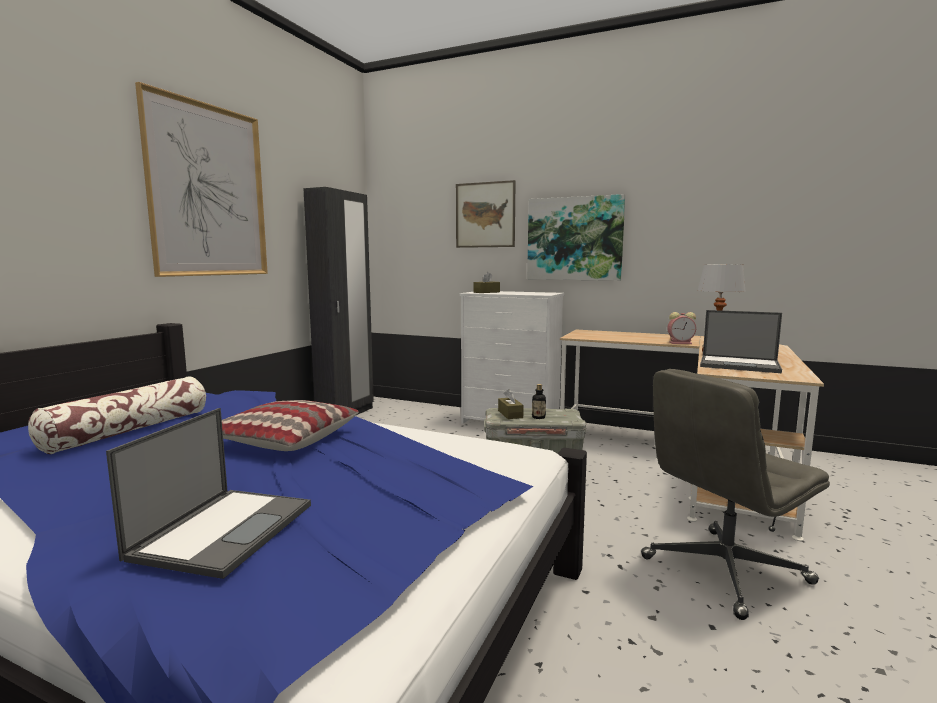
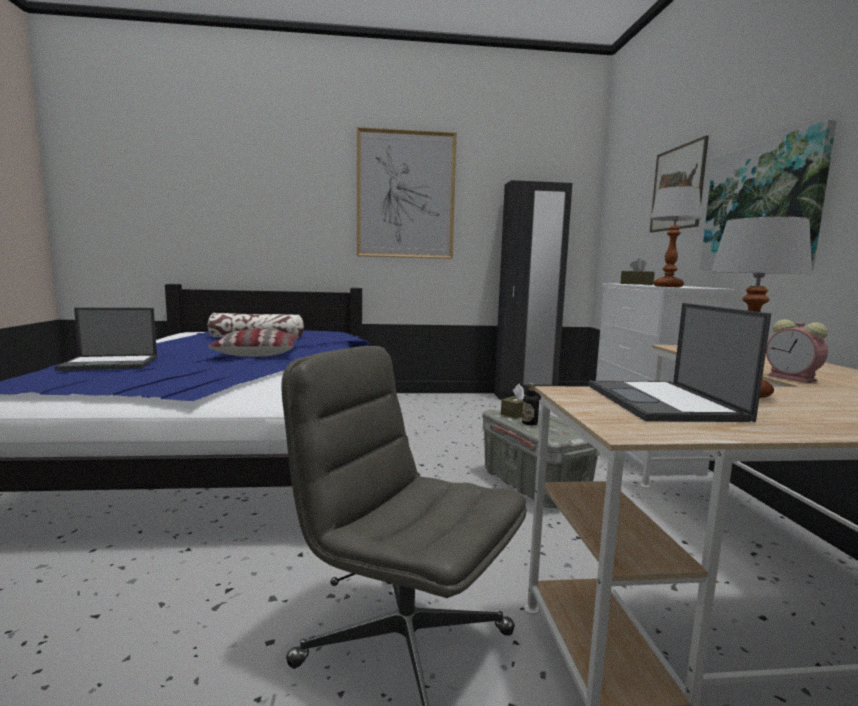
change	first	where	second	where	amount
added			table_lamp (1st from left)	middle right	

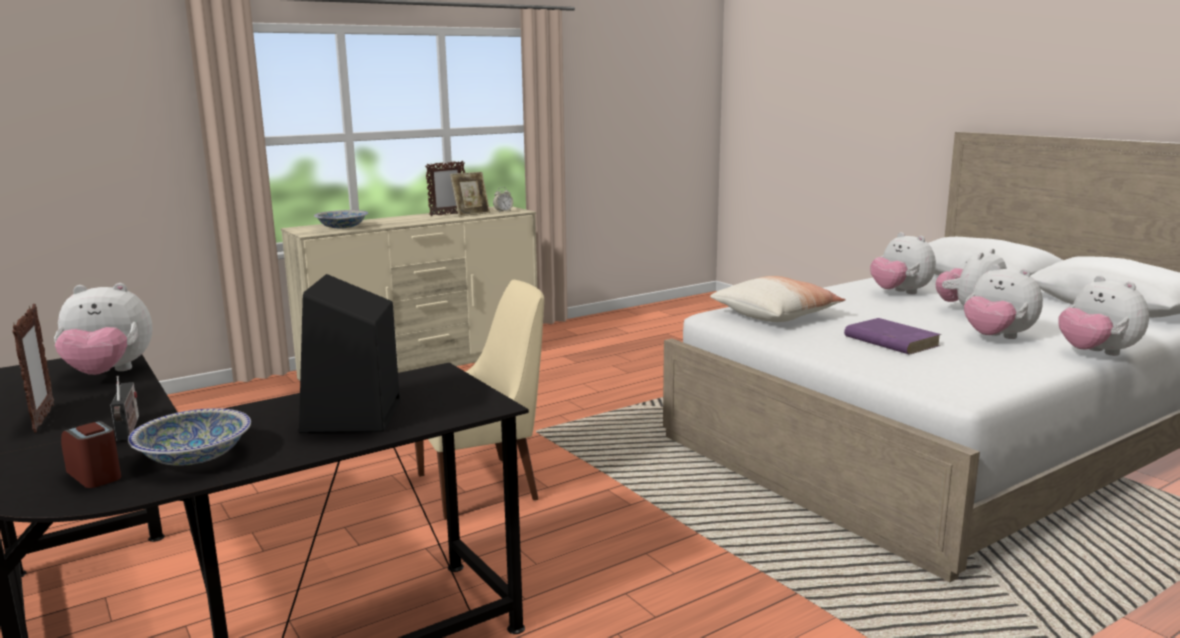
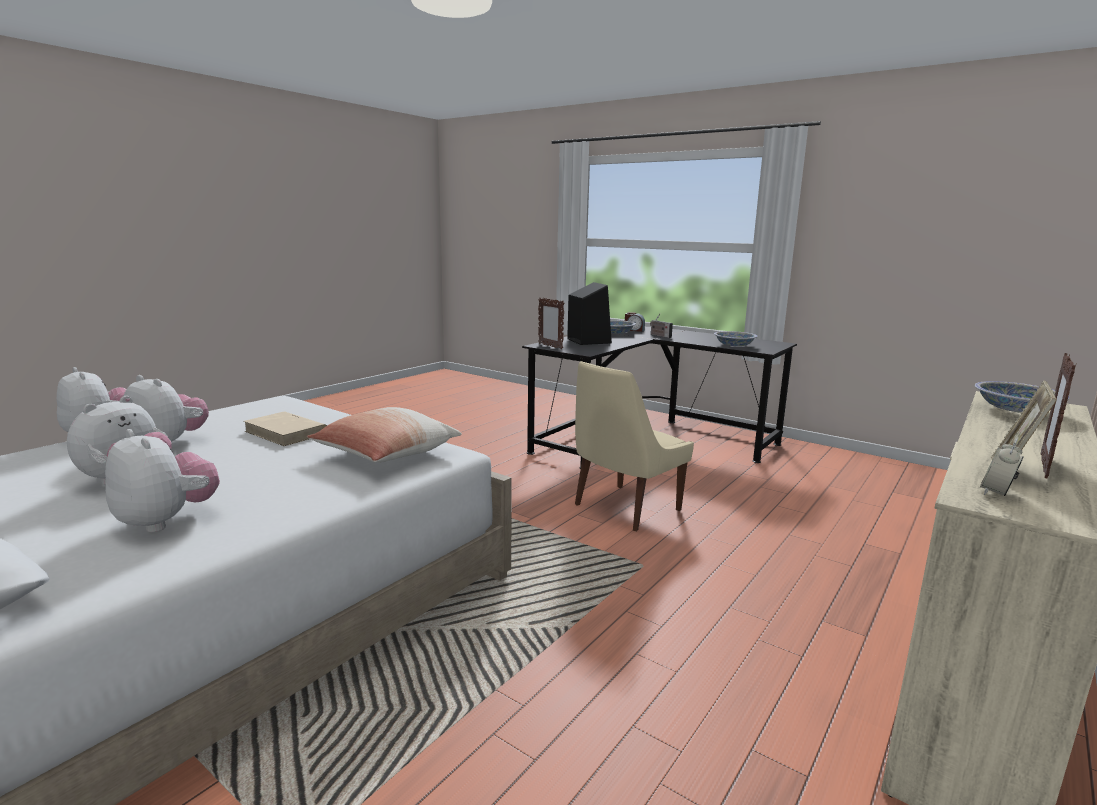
change	first	where	second	where	amount
recoloured	purple-coloured_volume	middle right	beige_volume	middle left	
moved	picture_frame (1st from left)	middle left		centre	
replaced	cuddly_toy (1st from left)	middle left	deep_dish (2nd from left)	middle right	

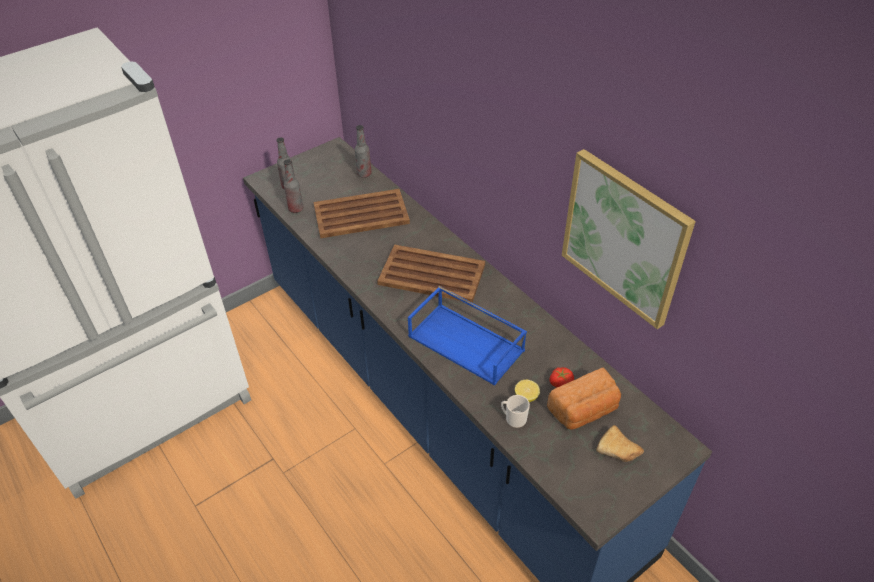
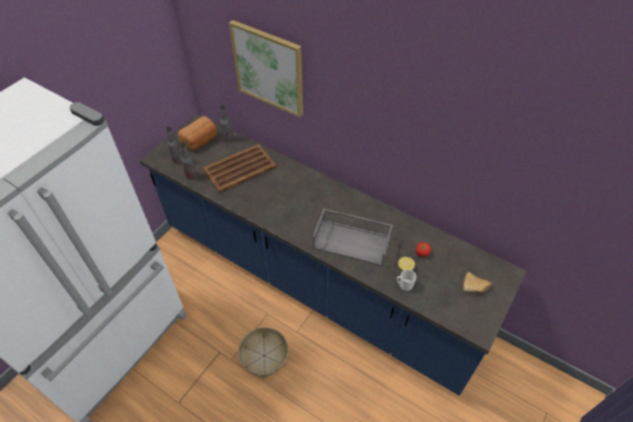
change	first	where	second	where	amount
moved	bakery_bread (1st from left)	bottom right		top left	
moved	picture	middle right		top centre	
added			basket	bottom centre	
recoloured	bluish_carrying_tray	centre	grey_carrying_tray	centre	
removed	brownish_carrying_tray (2nd from left)	centre			

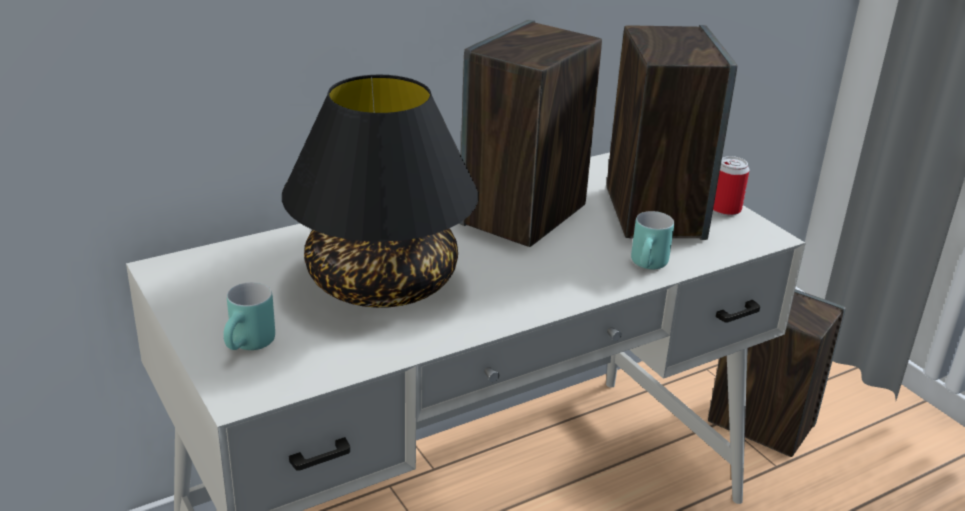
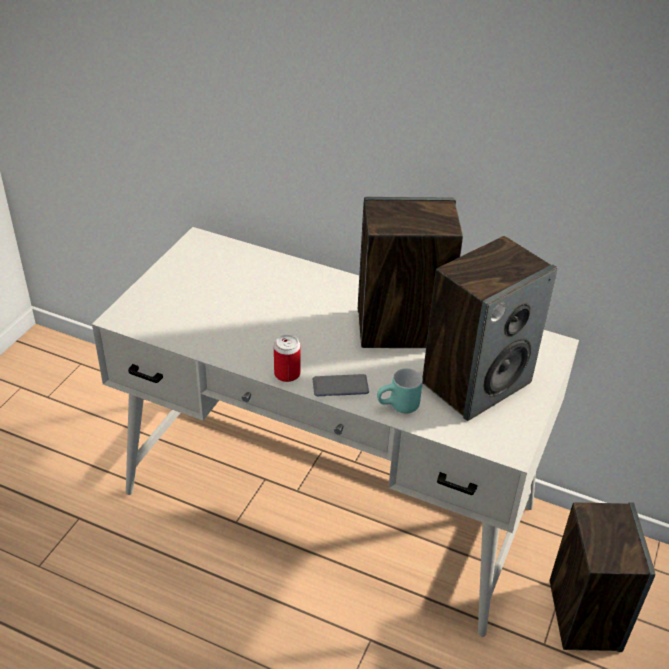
change	first	where	second	where	amount
moved	metal_can	middle right		centre	
added			handset	centre	
removed	turquoise_tea_mug (1st from left)	middle left			
removed	blackish_table_lamp	centre			

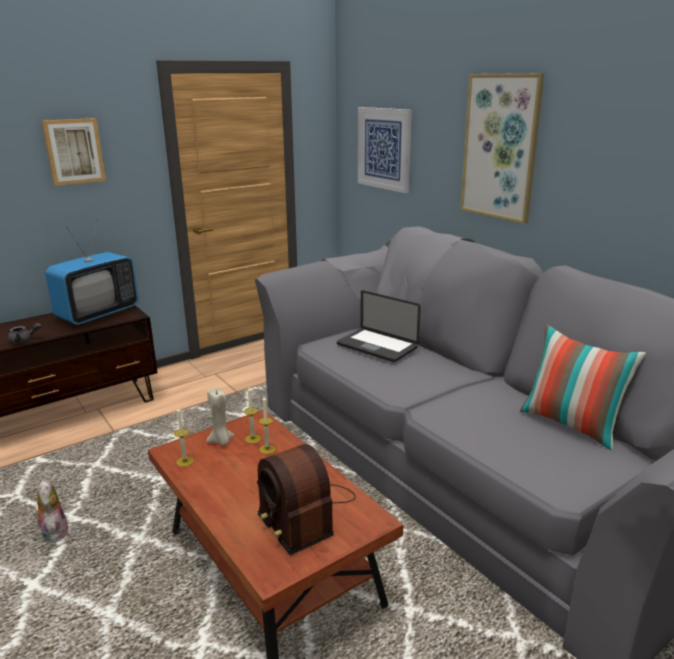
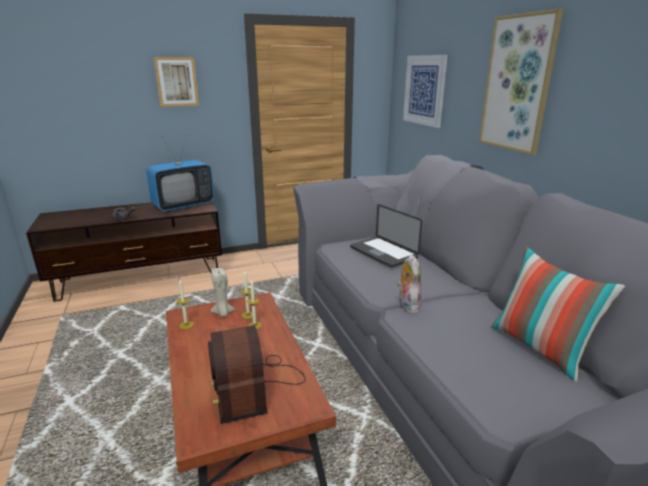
change	first	where	second	where	amount
moved	cuddly_toy	bottom left		centre	

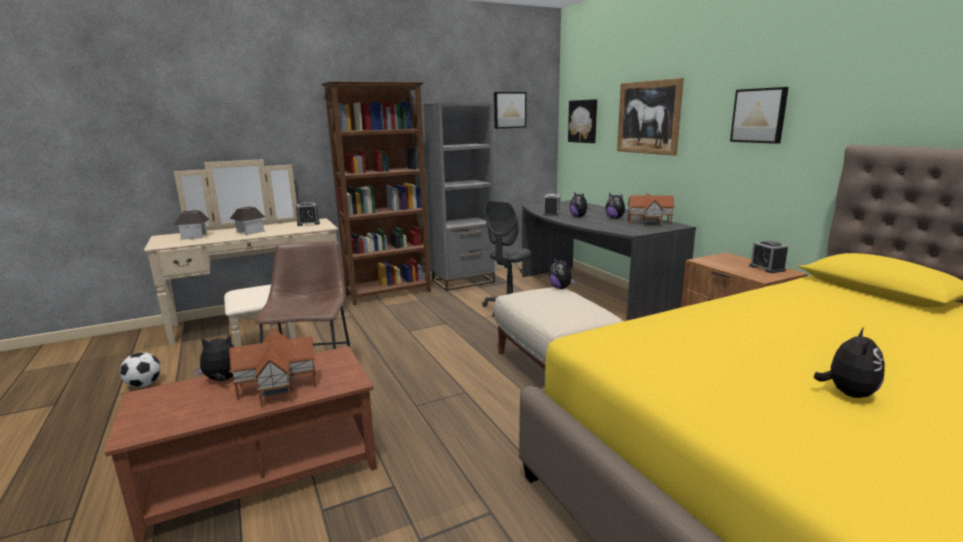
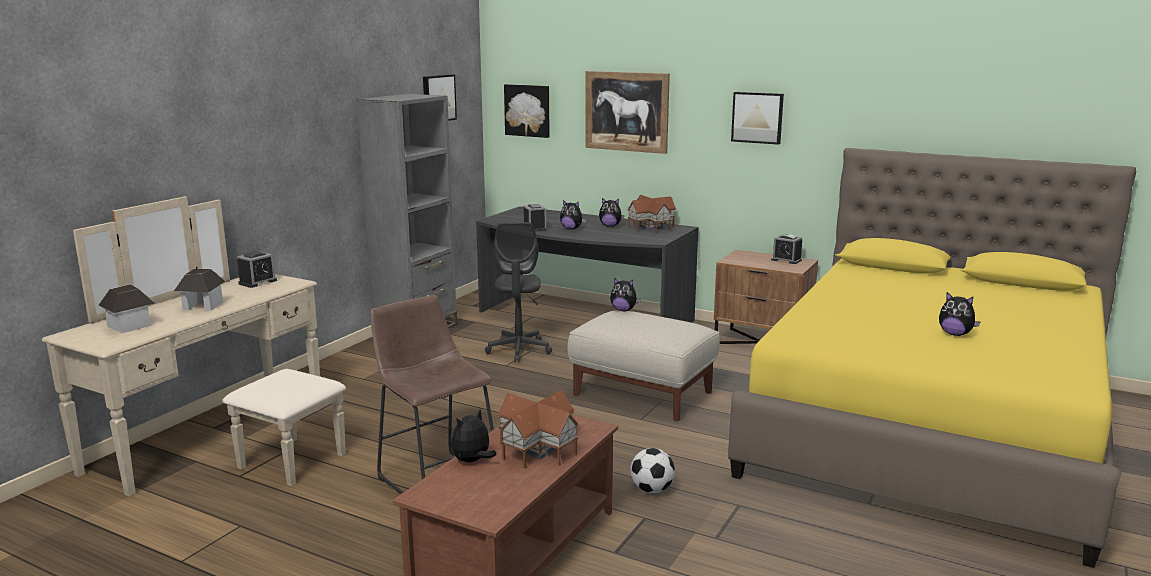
change	first	where	second	where	amount
moved	football_ball	bottom left		bottom centre	
turned	cuddly_toy (5th from left)	bottom right		middle right	135 degrees clockwise
removed	brownish_shelving_unit	centre			

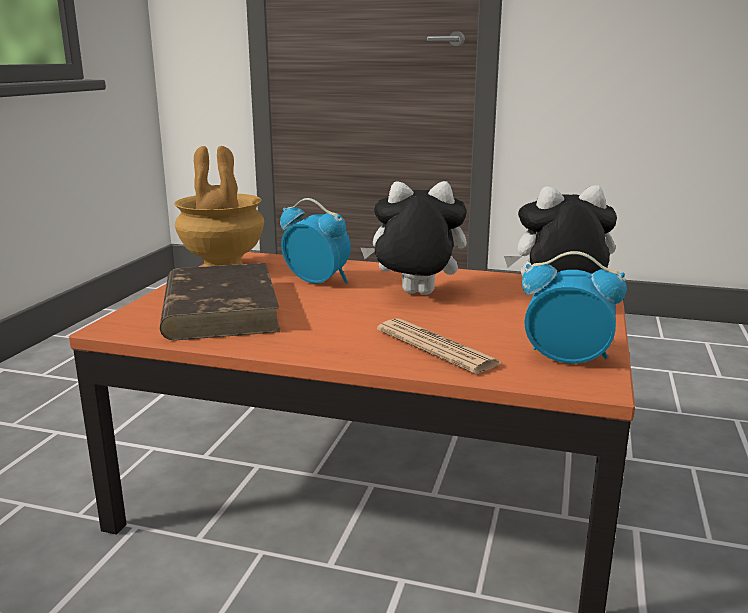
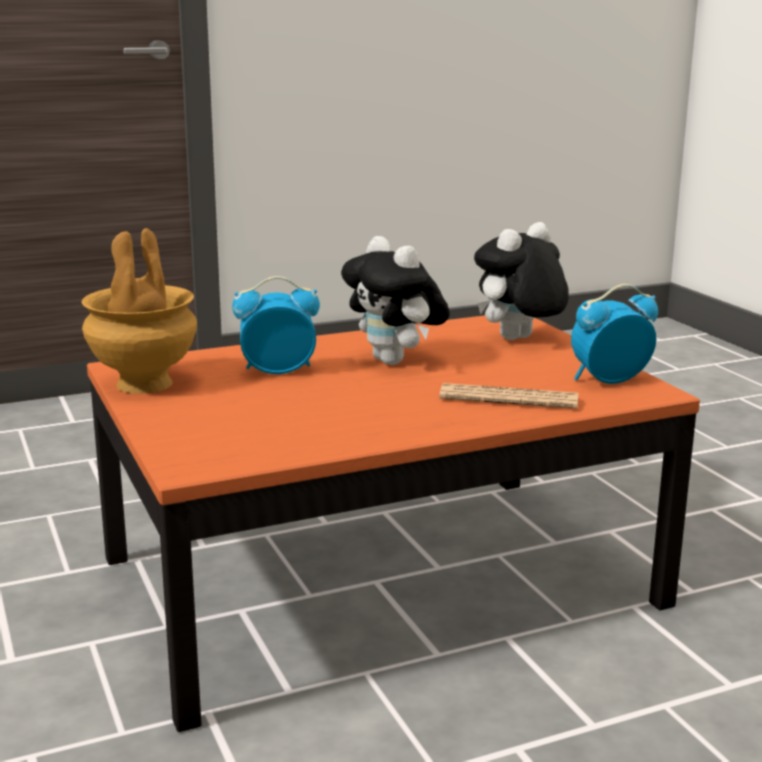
change	first	where	second	where	amount
turned	cuddly_toy (1st from left)	centre		centre	90 degrees counterclockwise
removed	brownish_volume	middle left			

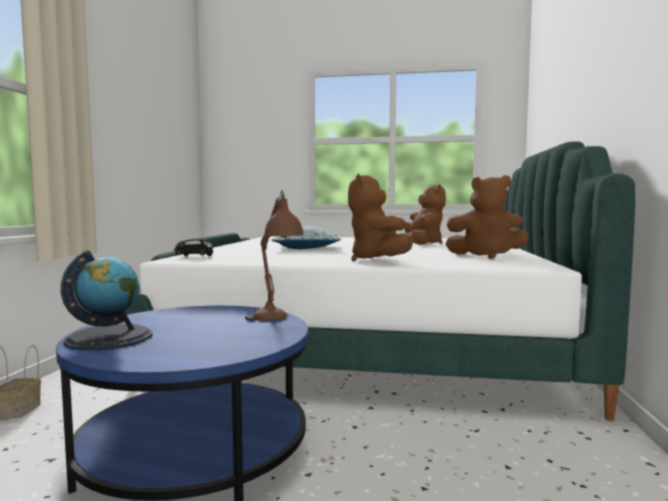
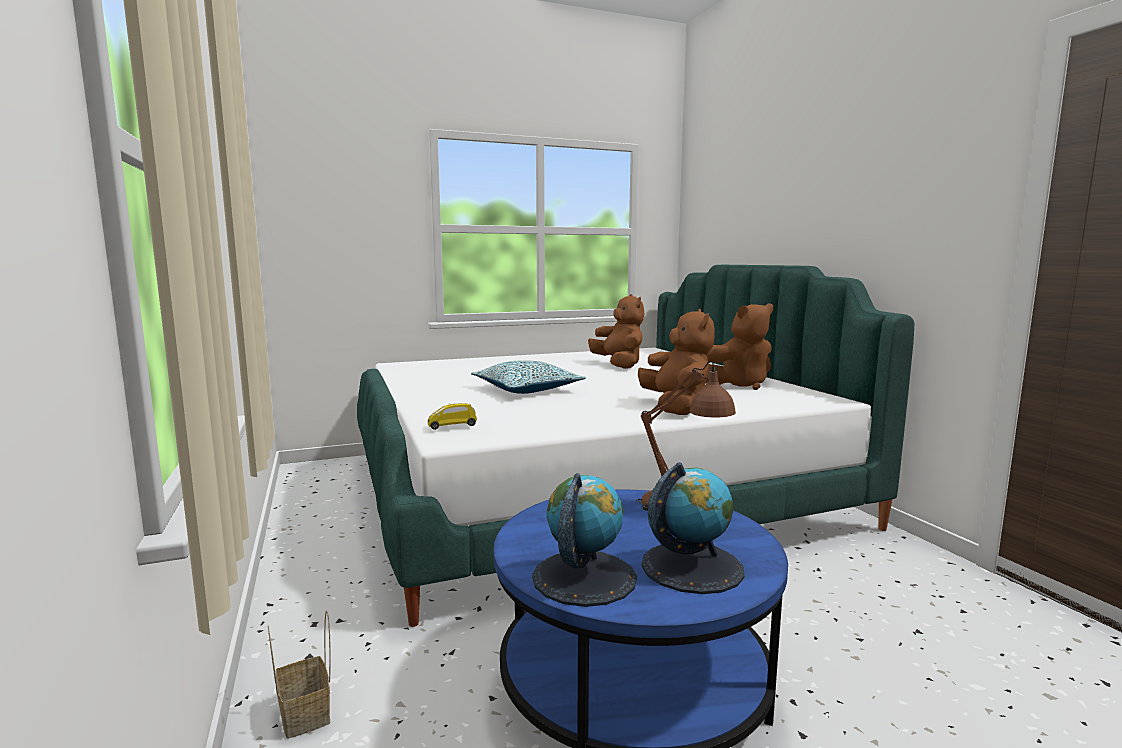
change	first	where	second	where	amount
recoloured	blackish_toy_car	middle left	yellowish_toy_car	centre	
turned	brownish_cuddly_toy (1st from left in the first image)	centre	brownish_cuddly_toy (2nd from left)	centre	150 degrees counterclockwise
added			globe (2nd from left)	bottom centre	

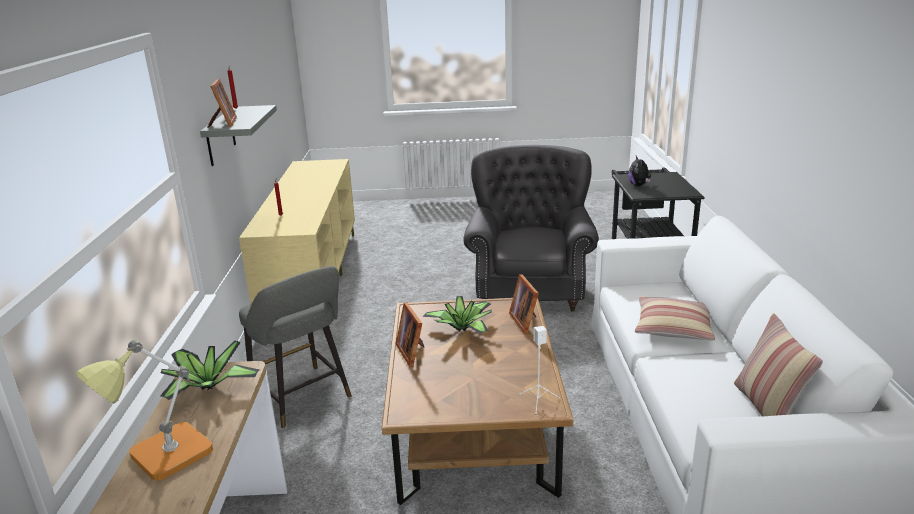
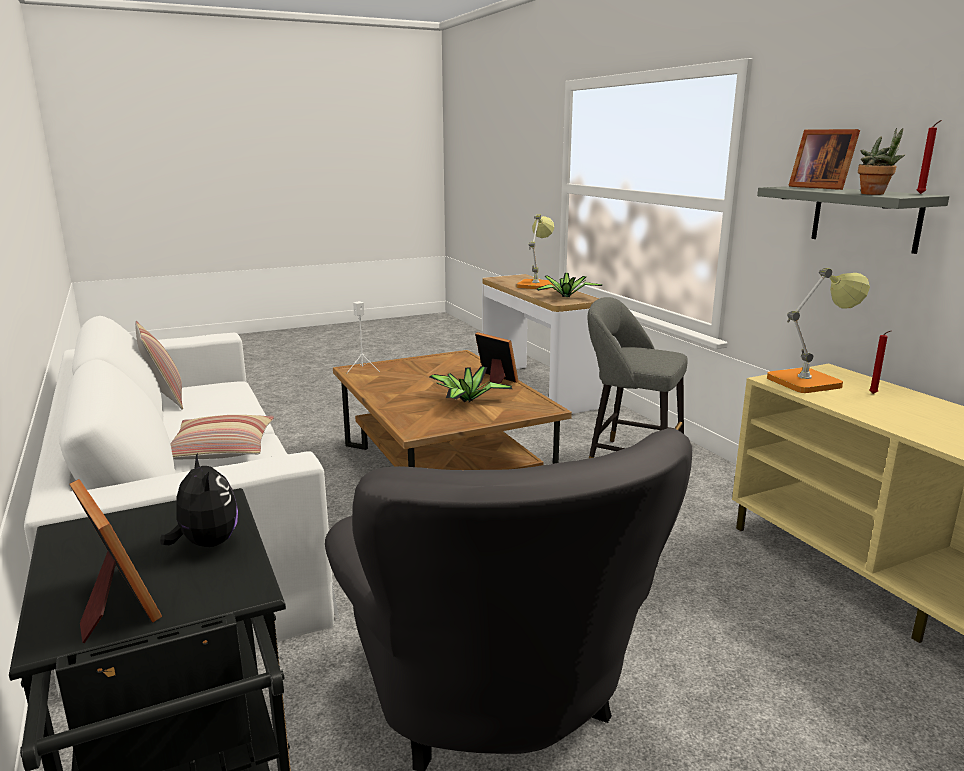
change	first	where	second	where	amount
moved	picture_frame (3rd from left in the first image)	centre	picture_frame (1st from left)	bottom left	
added			table_lamp (2nd from left)	middle right	
added			houseplant (3rd from left)	top right	

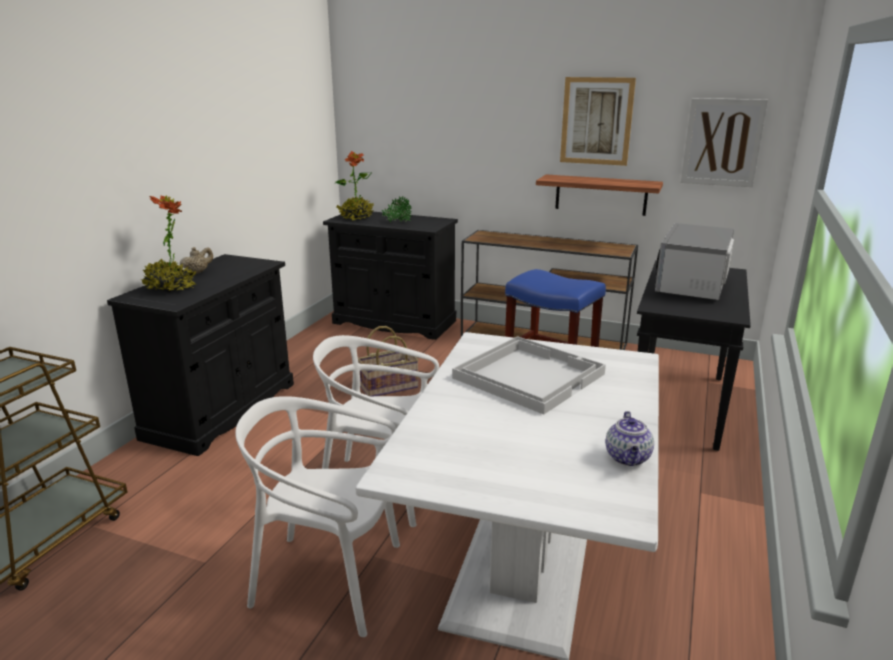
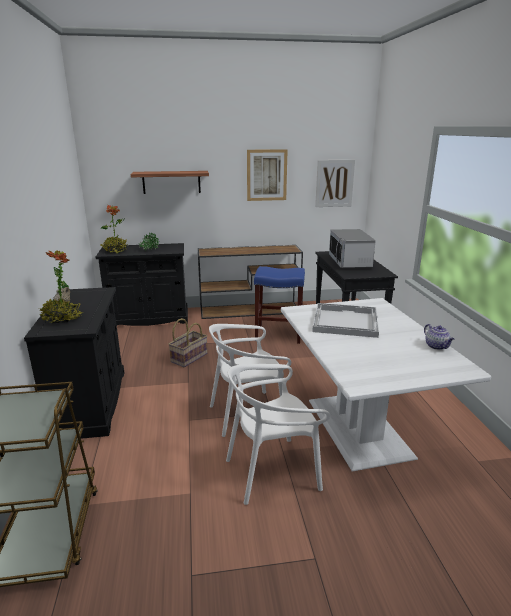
change	first	where	second	where	amount
moved	wall_shelf	top right		top left	

